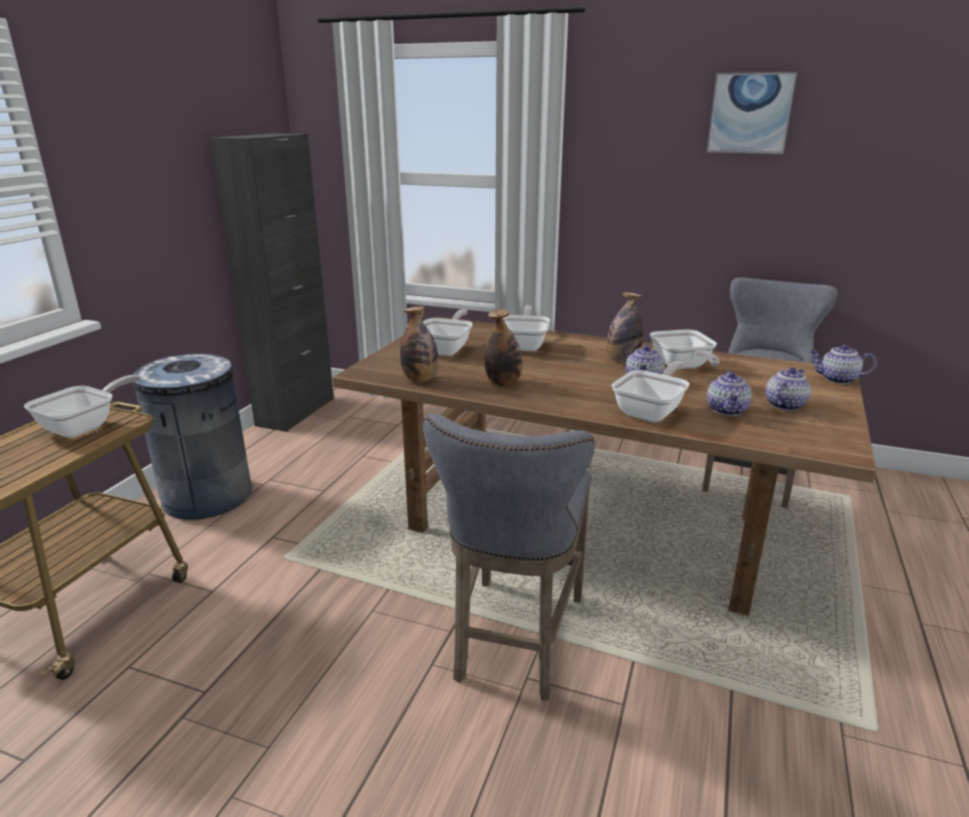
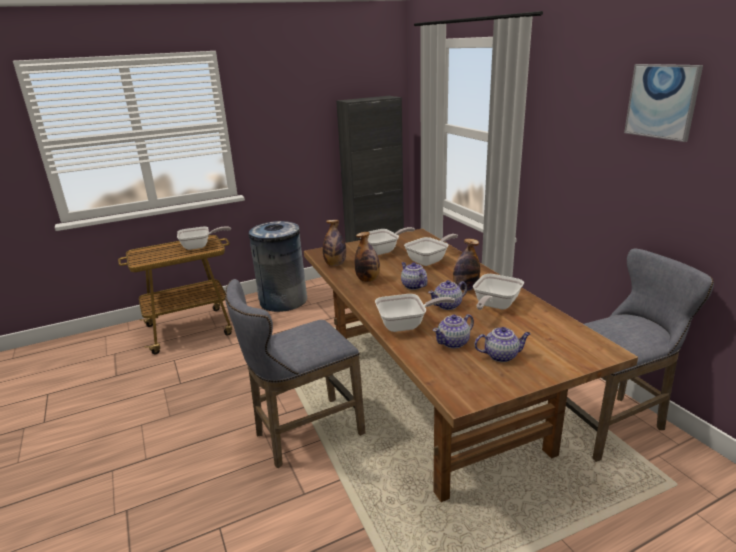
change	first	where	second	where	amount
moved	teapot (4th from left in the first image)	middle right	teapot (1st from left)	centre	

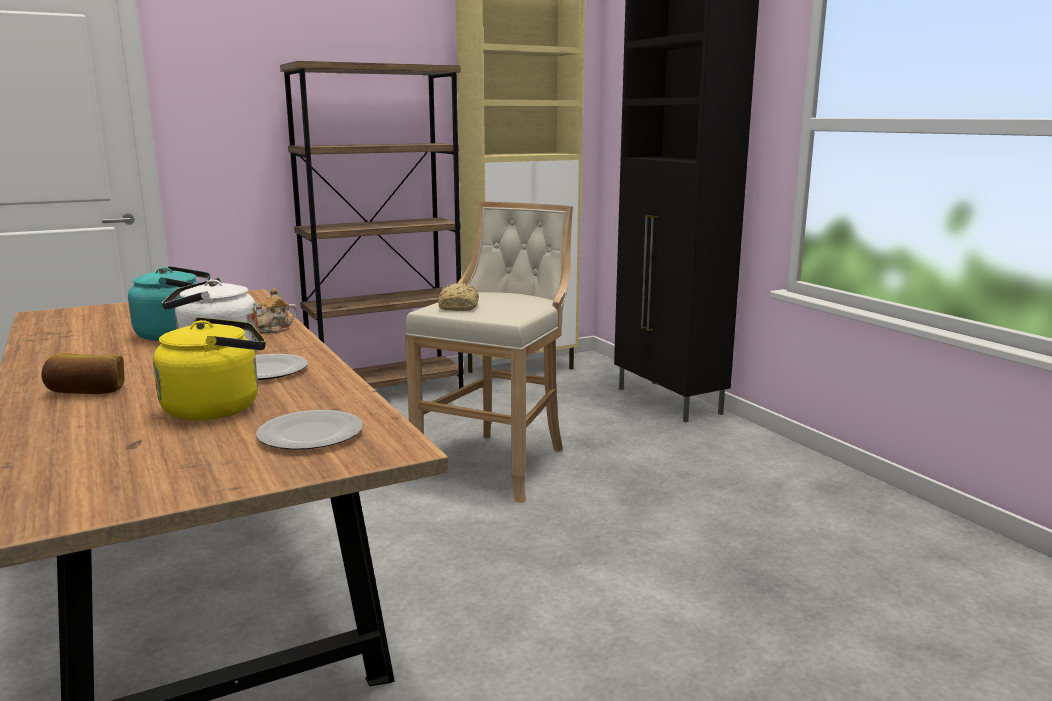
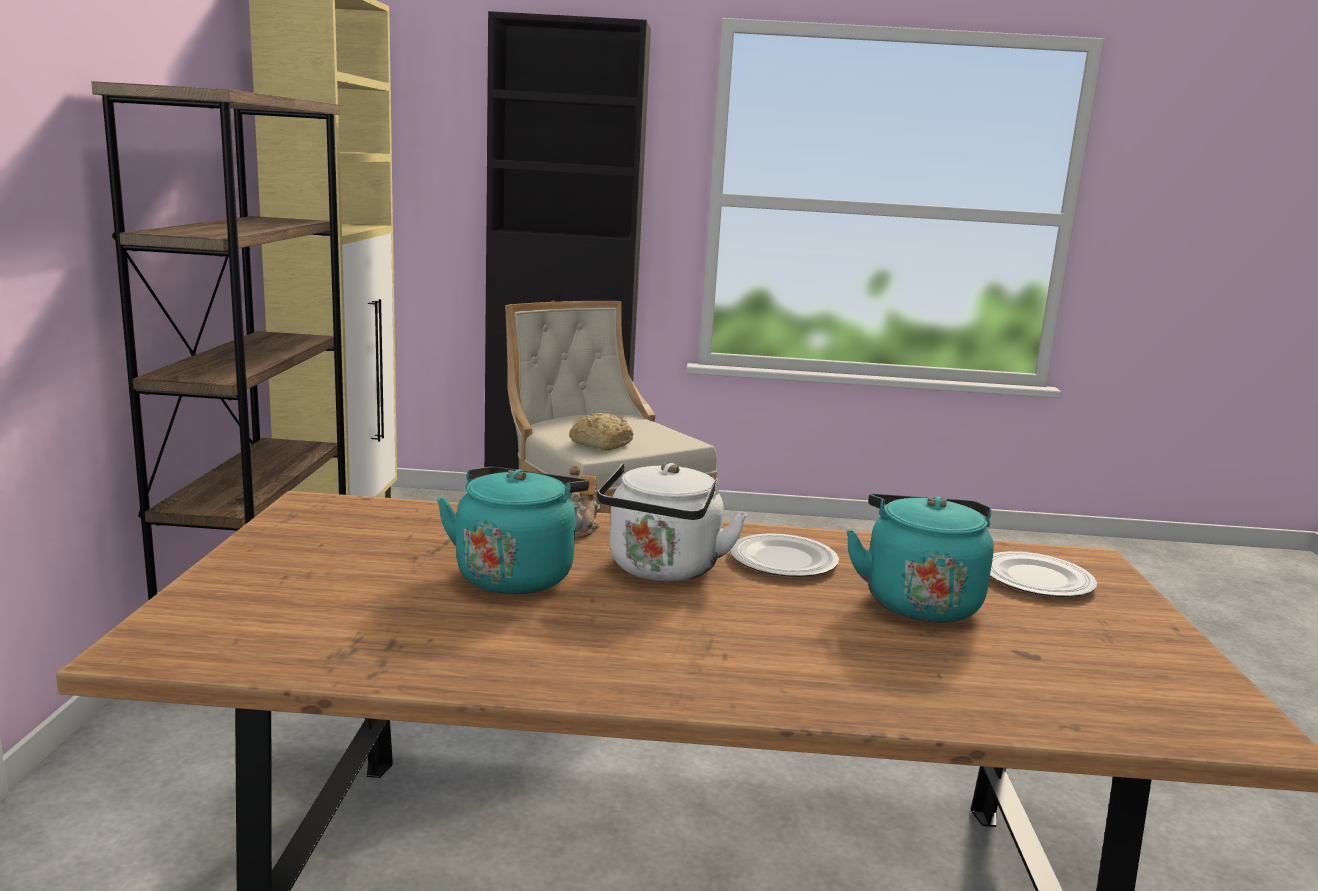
change	first	where	second	where	amount
recoloured	yellowish_kettle	middle left	turquoise_kettle (2nd from left)	middle right	
removed	bakery_bread (1st from left)	middle left			

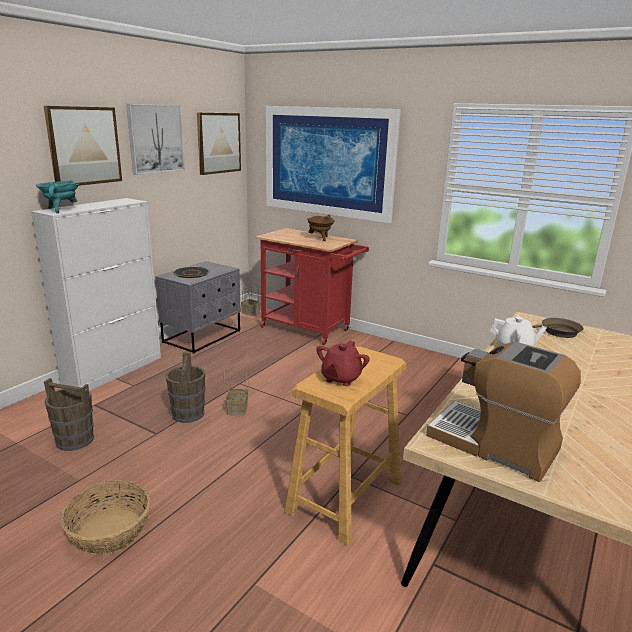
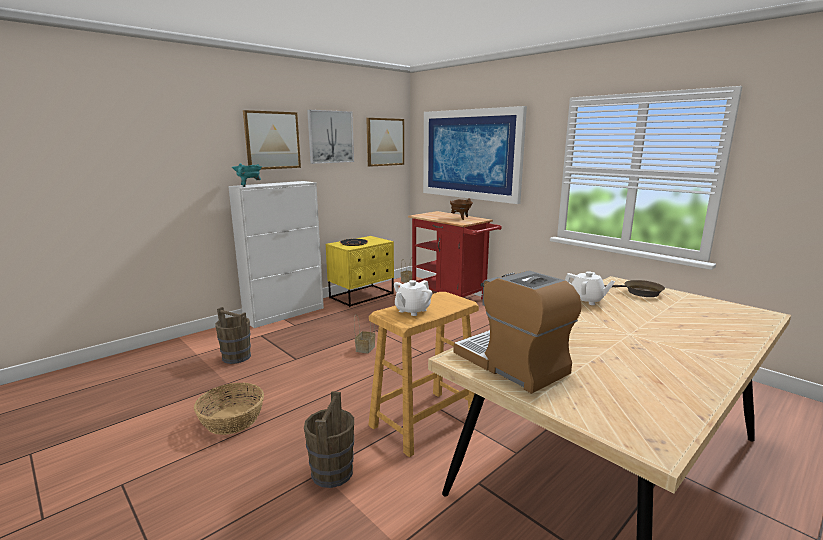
change	first	where	second	where	amount
moved	brownish_pail (2nd from left)	middle left		bottom centre	
recoloured	grey_nightstand	middle left	yellowish_nightstand	centre	
recoloured	red-coloured_teapot	centre	whitish_teapot (1st from left)	centre	

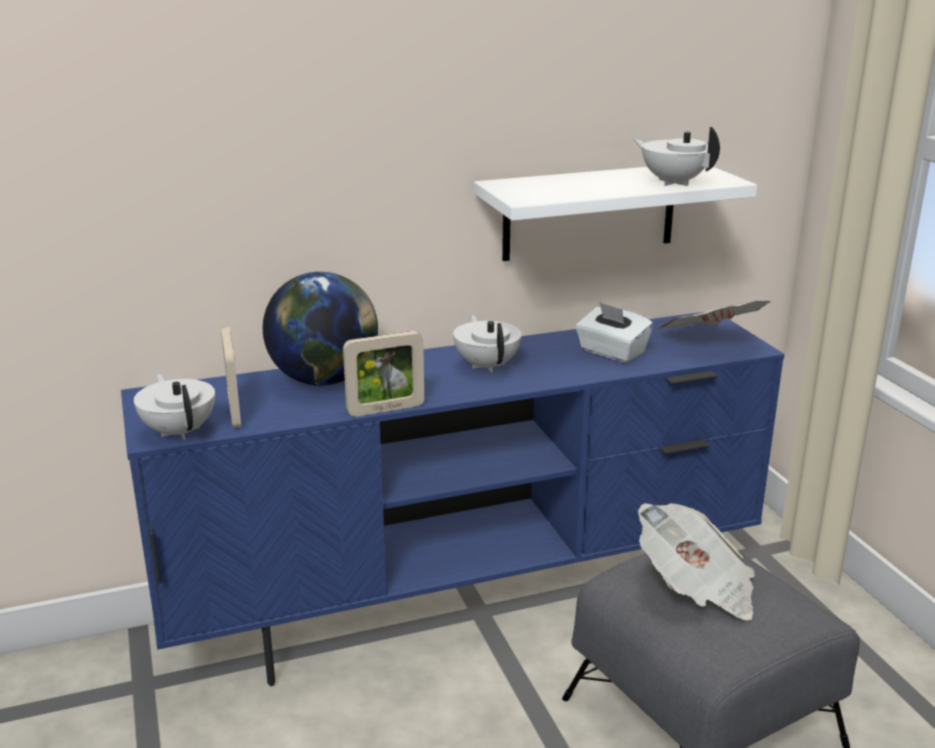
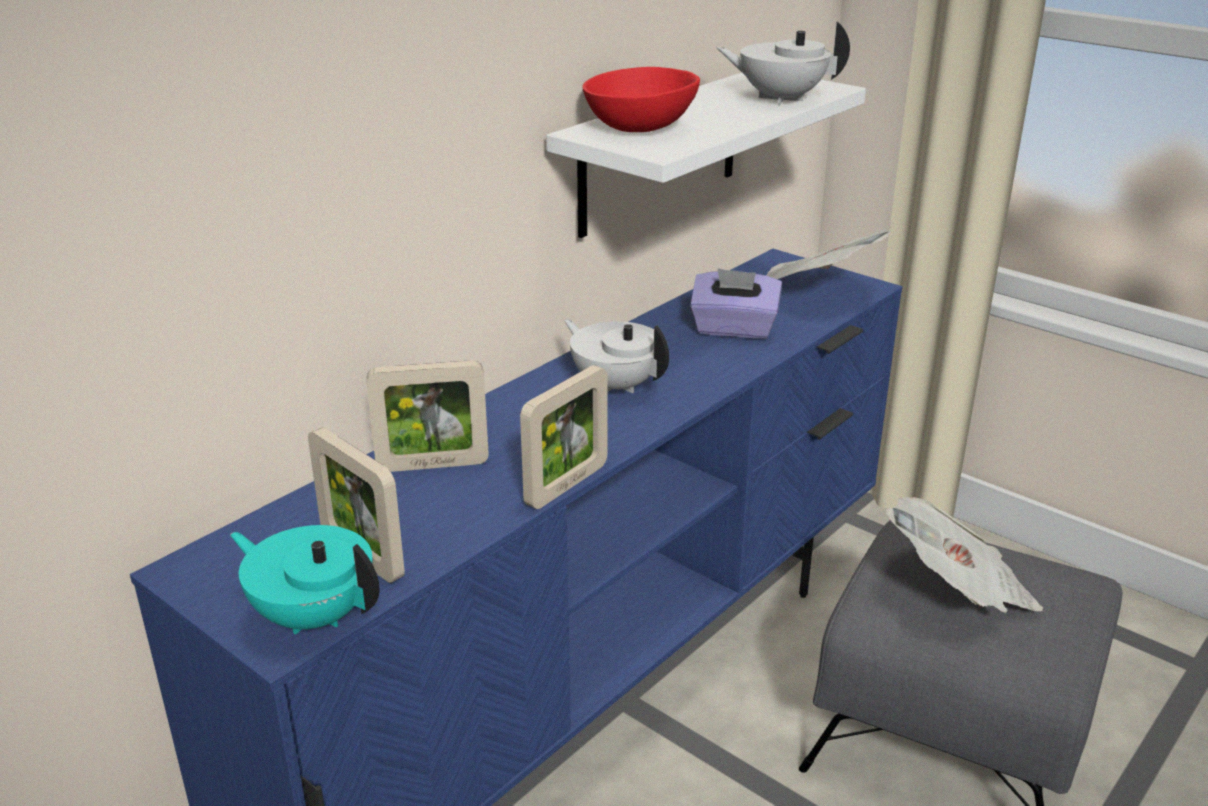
change	first	where	second	where	amount
recoloured	whitish_teapot (1st from left)	middle left	turquoise_teapot	bottom left	
replaced	globe	centre	picture_frame (2nd from left)	centre	
added			red-coloured_deep_dish	top centre	
recoloured	whitish_tissue_holder	centre	purple-coloured_tissue_holder	centre	

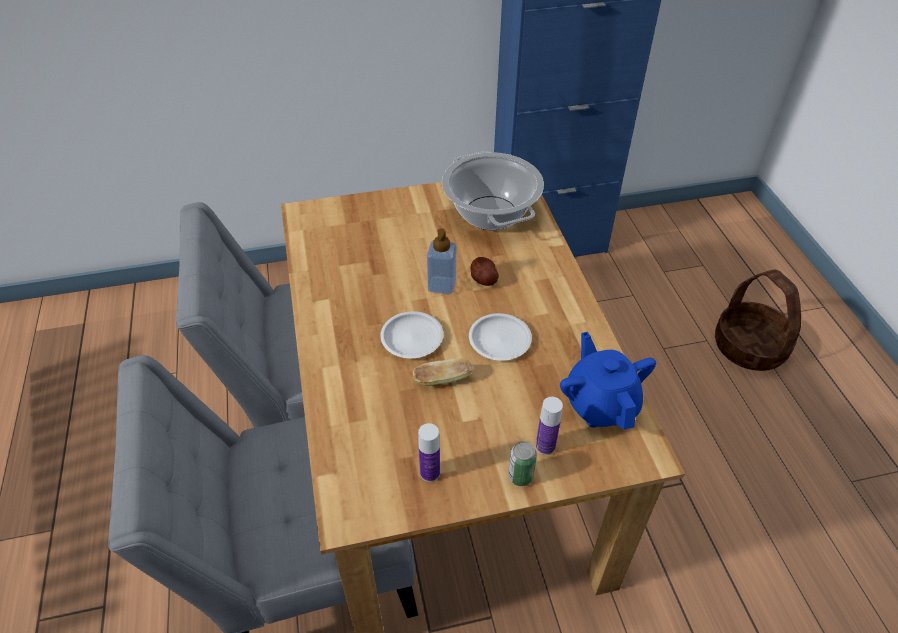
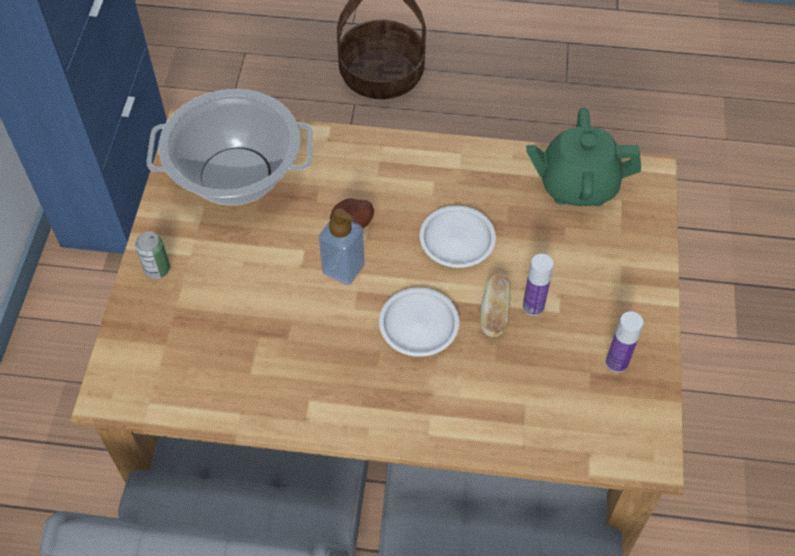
change	first	where	second	where	amount
moved	metal_can	bottom centre		middle left	
moved	drink_bottle (2nd from left in the first image)	bottom centre	drink_bottle (1st from left)	middle right	
recoloured	bluish_teapot	middle right	green_teapot	top right	

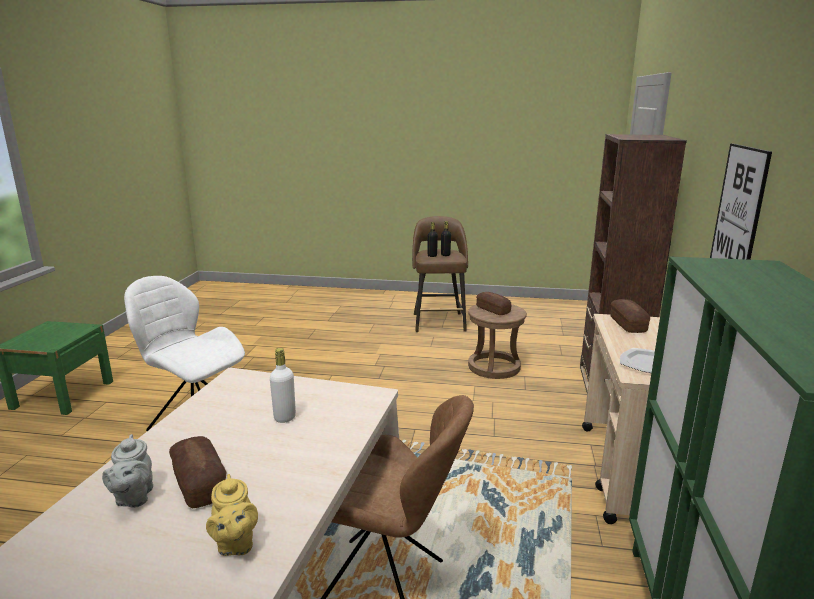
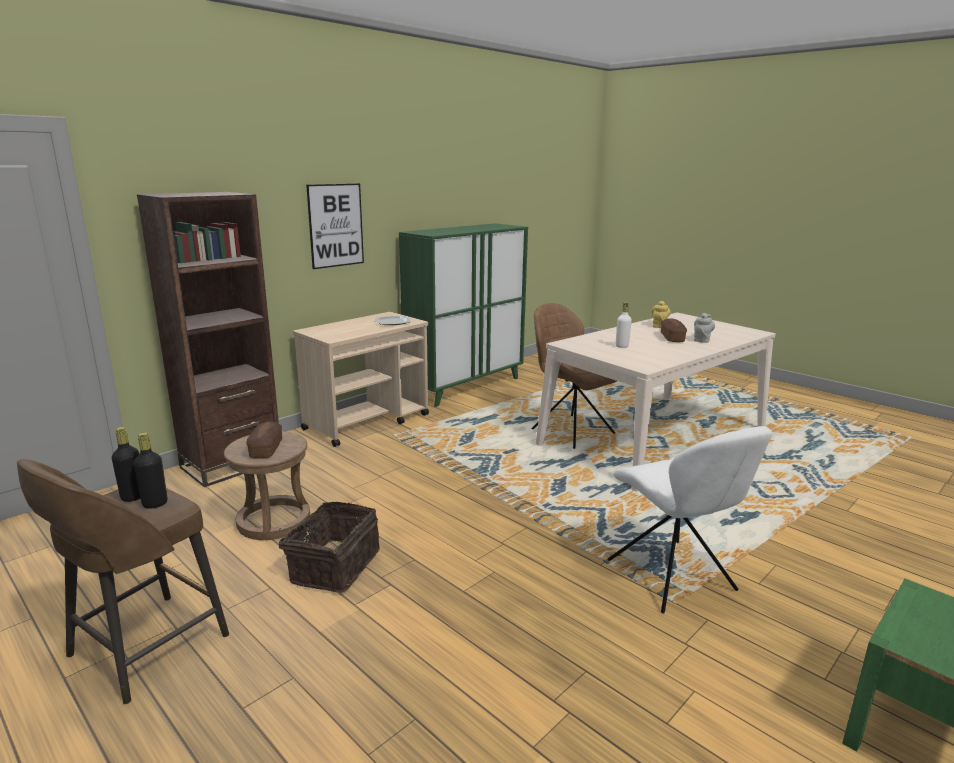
change	first	where	second	where	amount
added			basket	bottom centre	
removed	bakery_bread (3rd from left)	middle right			

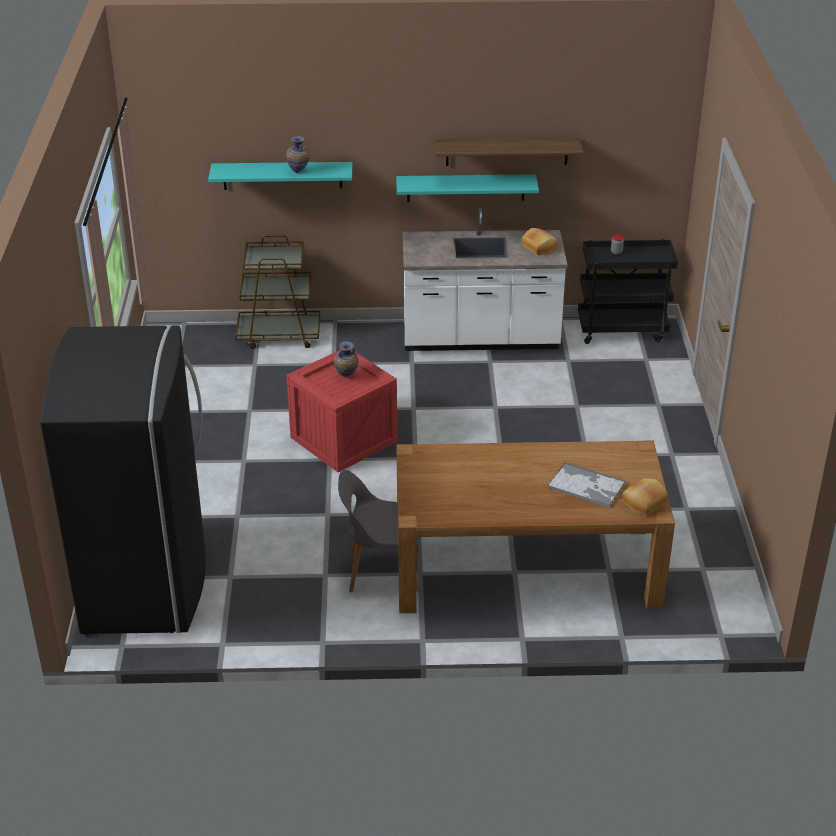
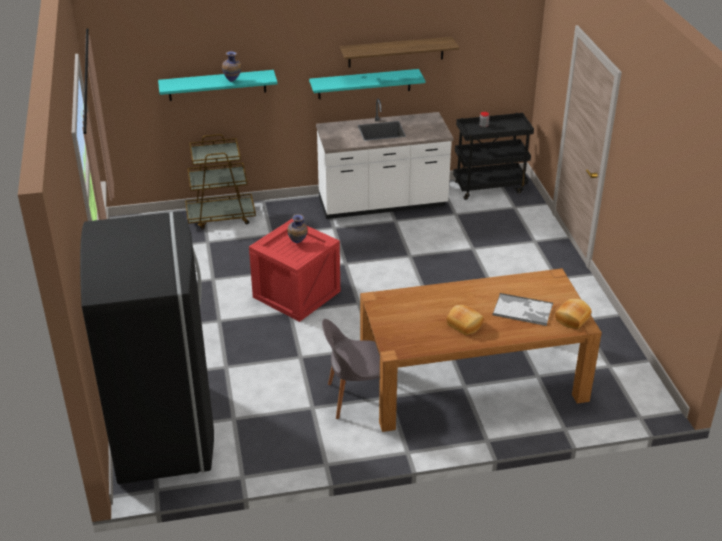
change	first	where	second	where	amount
moved	bakery_bread (1st from left)	top centre		centre	

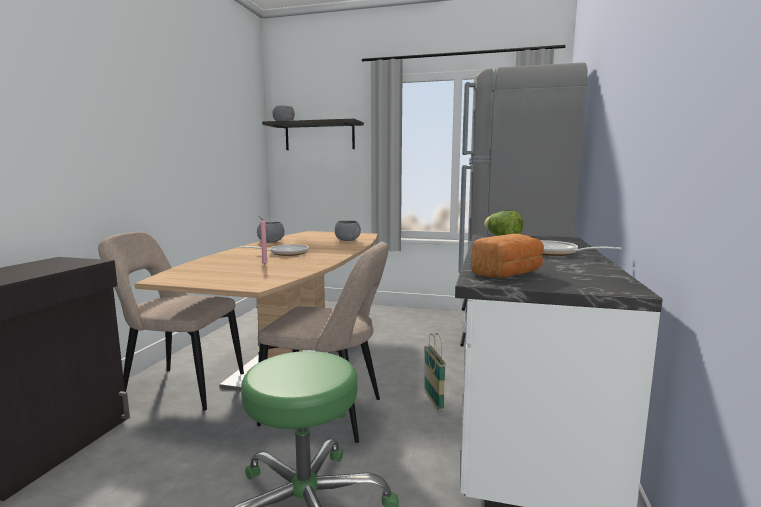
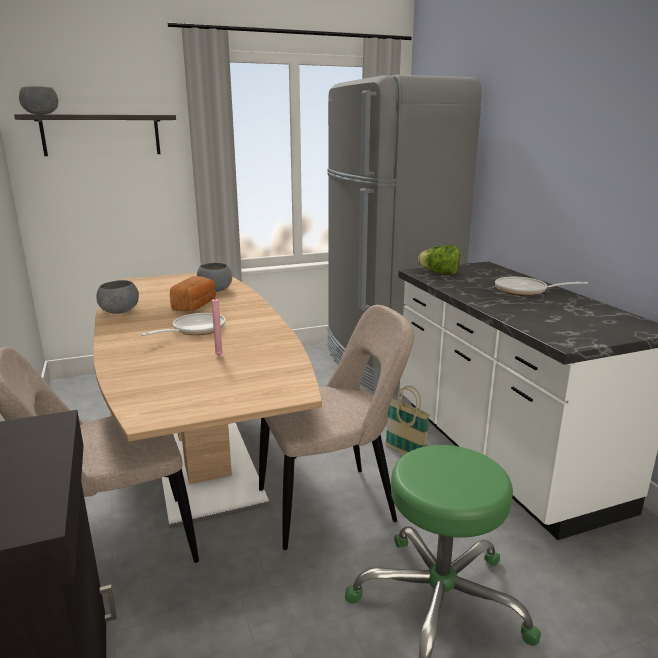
change	first	where	second	where	amount
moved	bakery_bread	centre		middle left	

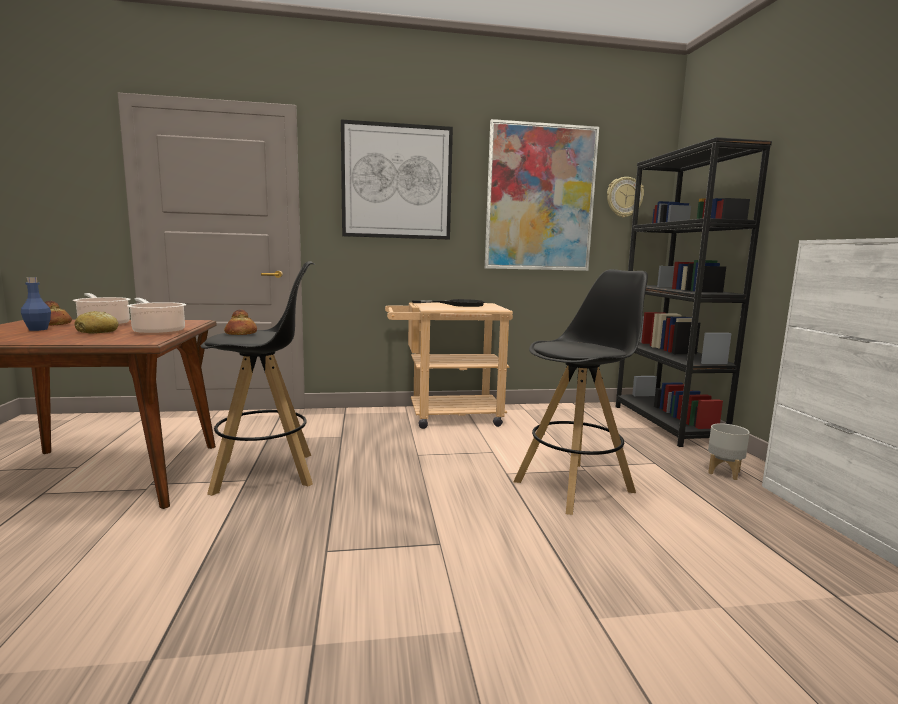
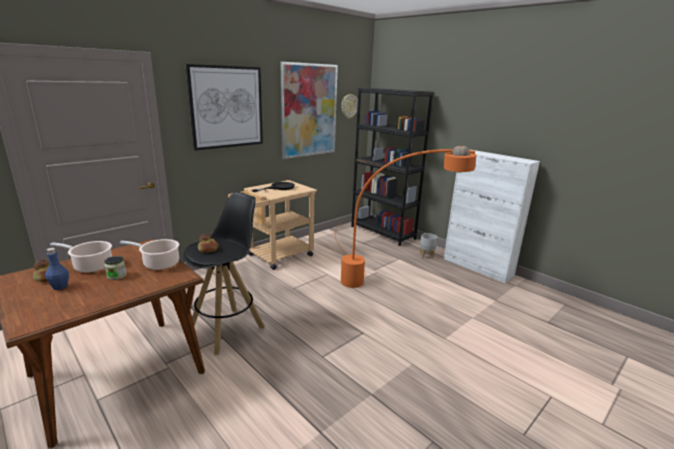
change	first	where	second	where	amount
replaced	bakery_bread (2nd from left)	middle left	storage_jar	middle left	
replaced	blackish_stool (2nd from left)	centre	orange-coloured_floor_lamp	centre	

